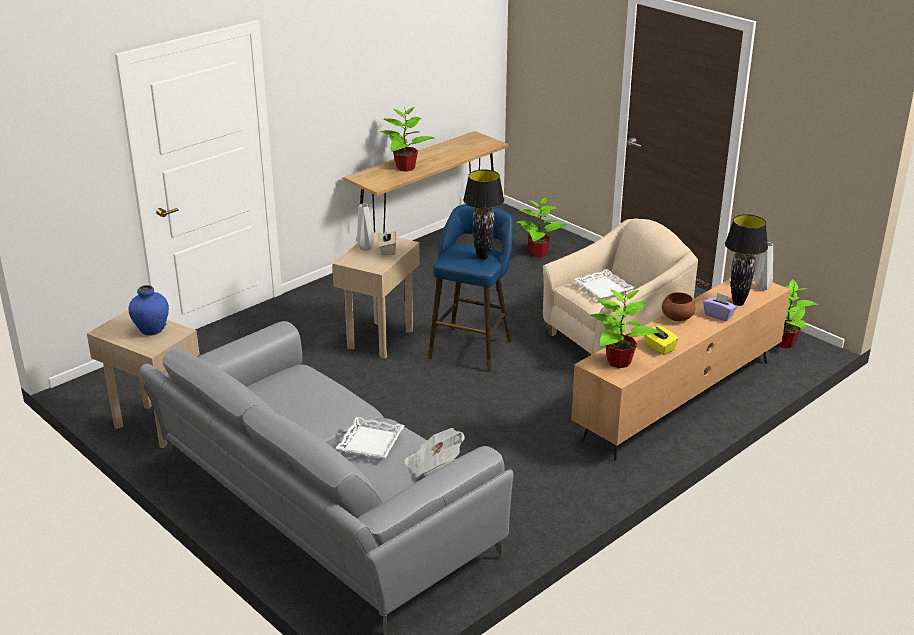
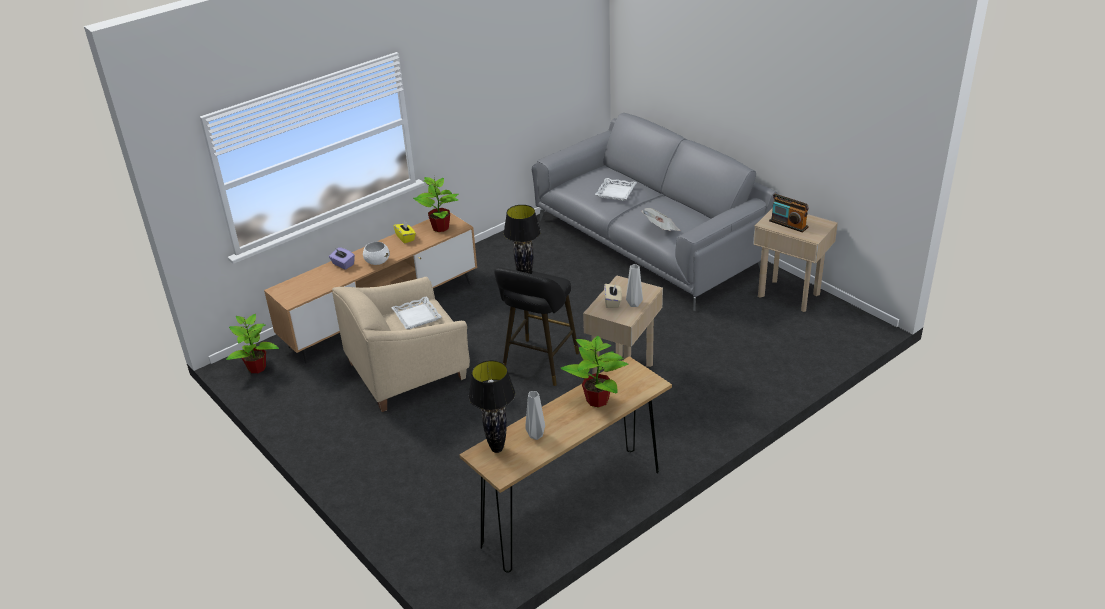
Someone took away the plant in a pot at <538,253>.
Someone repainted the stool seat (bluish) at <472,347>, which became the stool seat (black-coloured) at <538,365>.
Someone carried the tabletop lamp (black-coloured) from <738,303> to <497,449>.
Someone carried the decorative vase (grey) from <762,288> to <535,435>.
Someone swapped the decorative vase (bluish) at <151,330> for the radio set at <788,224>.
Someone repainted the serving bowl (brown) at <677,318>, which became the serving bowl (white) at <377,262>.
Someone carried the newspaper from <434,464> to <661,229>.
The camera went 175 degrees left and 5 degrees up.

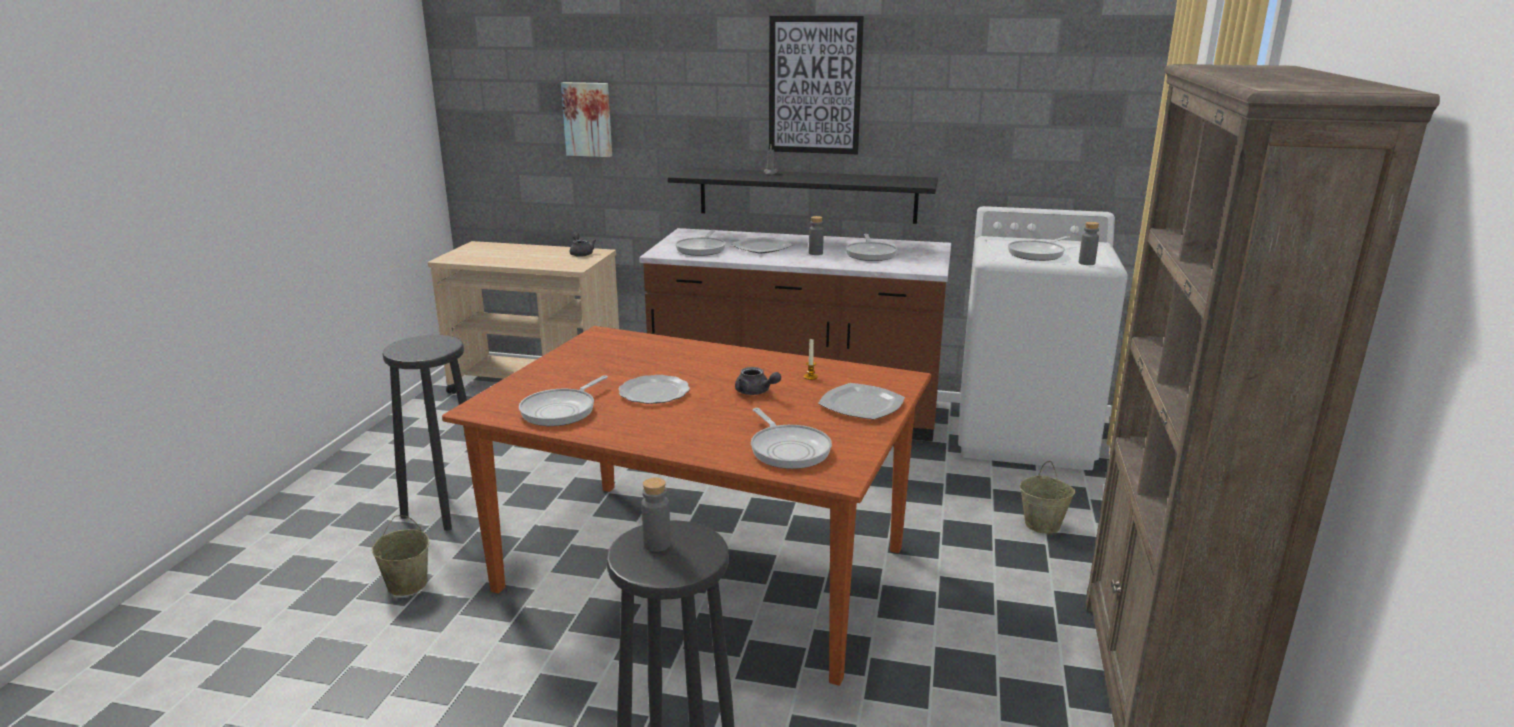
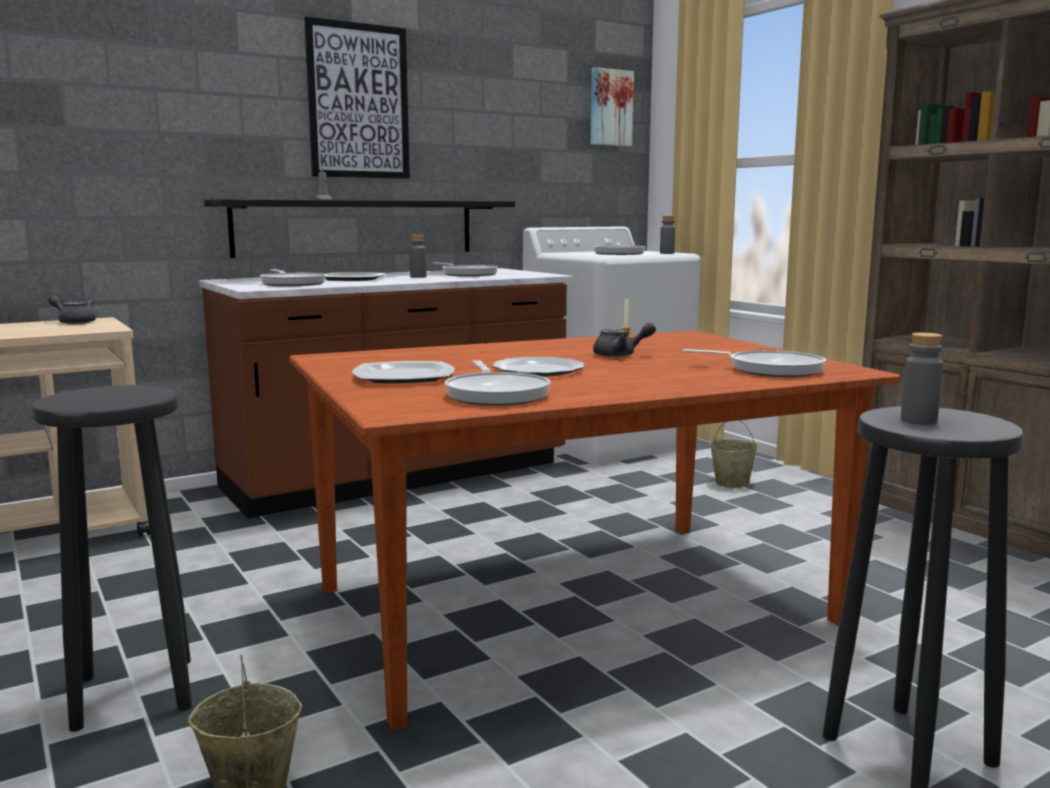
Someone carried the wall picture from <588,119> to <610,108>.
Someone carried the flat dish from <861,404> to <402,376>.
The camera went 45 degrees left and 10 degrees down.

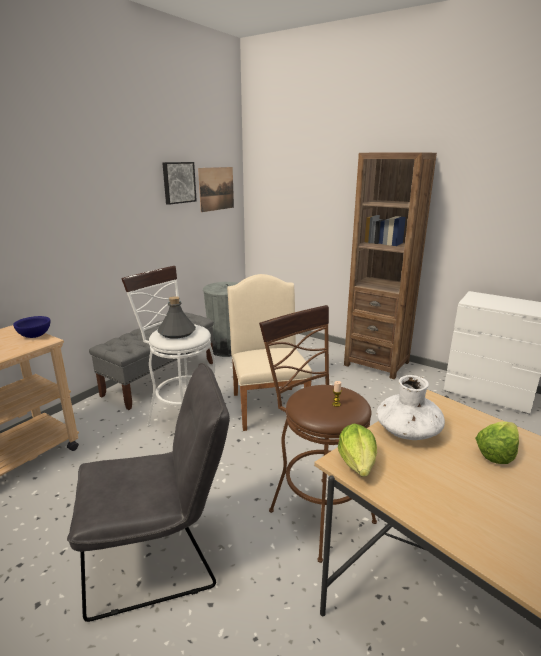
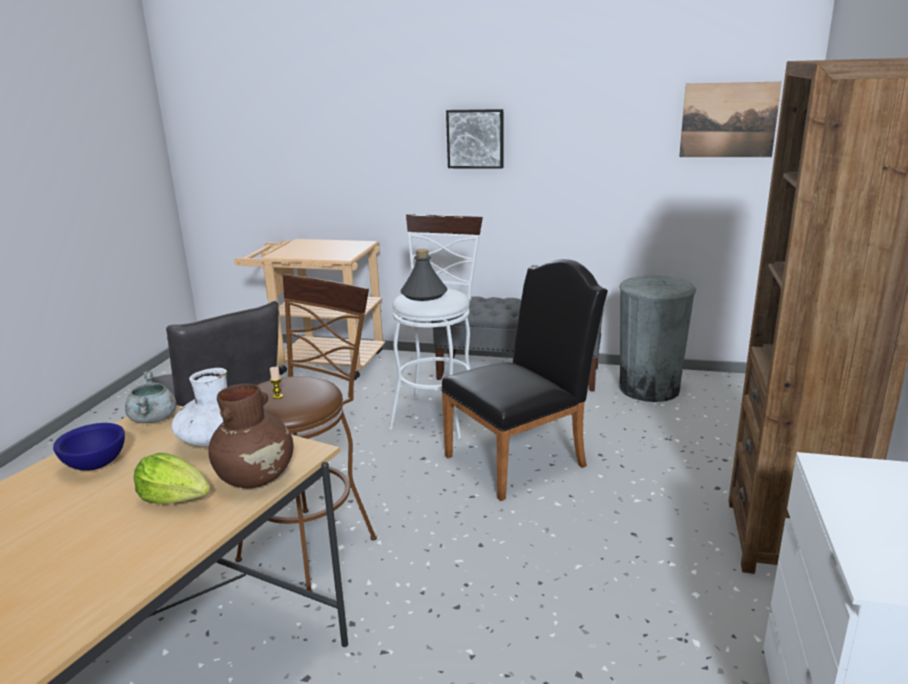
Someone carried the wall picture from <178,182> to <475,138>.
Someone repainted the upright chair (beige-coloured) at <268,404>, which became the upright chair (black-coloured) at <522,458>.
Someone carried the serving bowl (bluish) from <35,336> to <95,465>.
Someone swapped the head of lettuce at <358,463> for the saucepot (grey) at <154,419>.
Someone put down the decorative vase (brown) at <257,477>.
The camera went 70 degrees right and 0 degrees up.

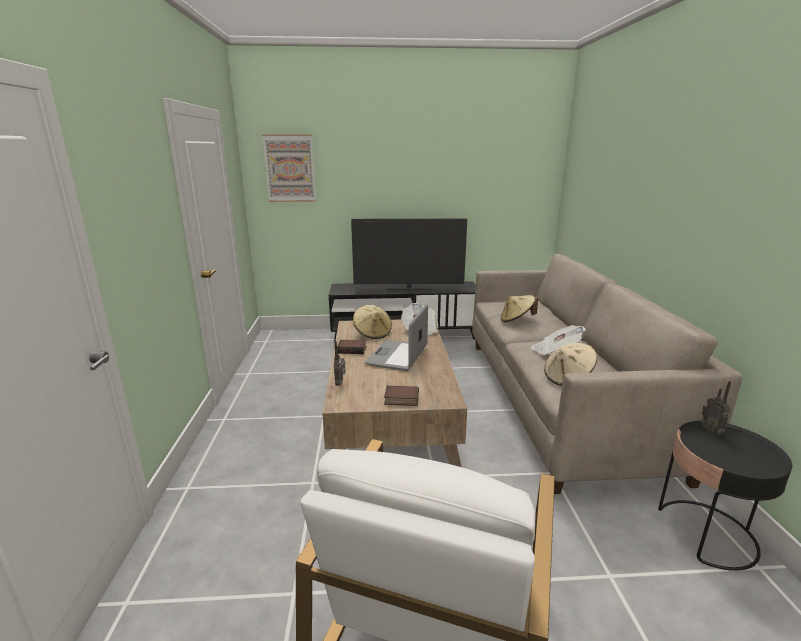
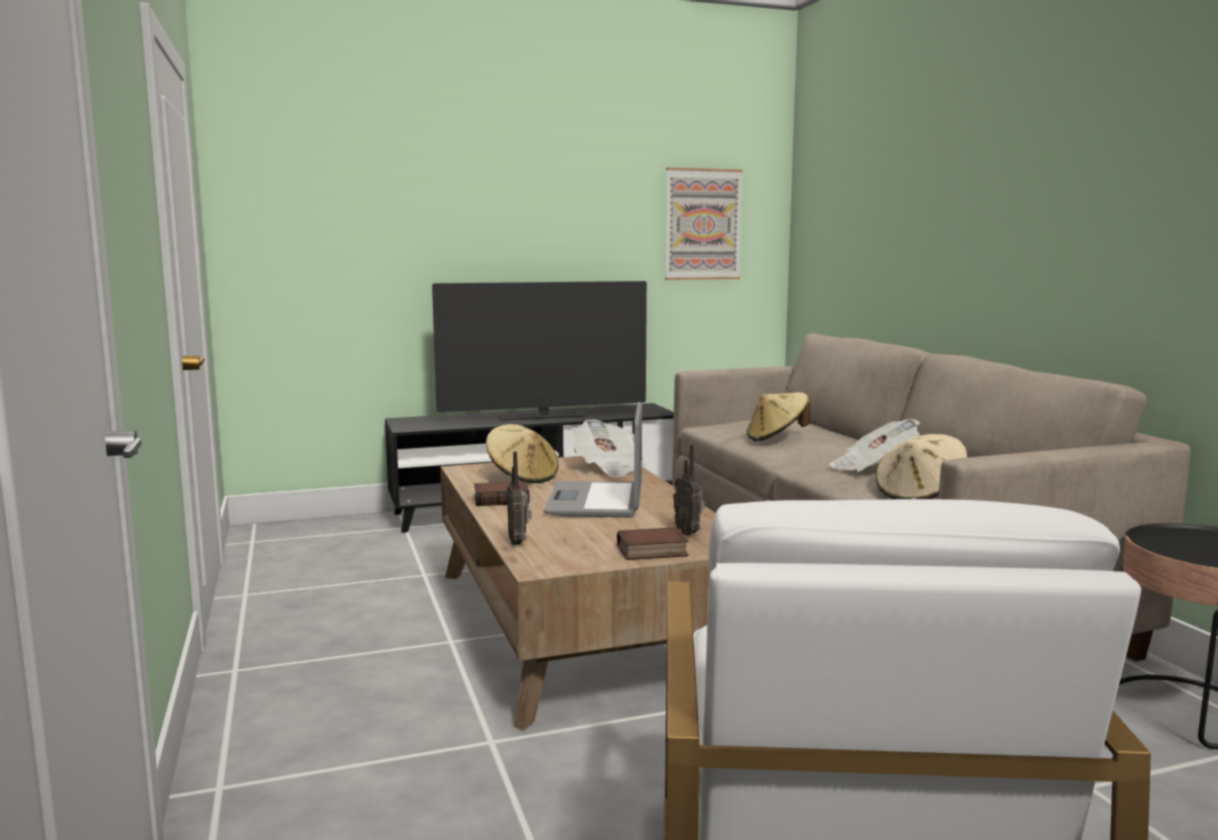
Someone carried the wall picture from <290,168> to <702,224>.
Someone carried the radio set from <711,431> to <689,532>.
The camera went 15 degrees left and 10 degrees down.

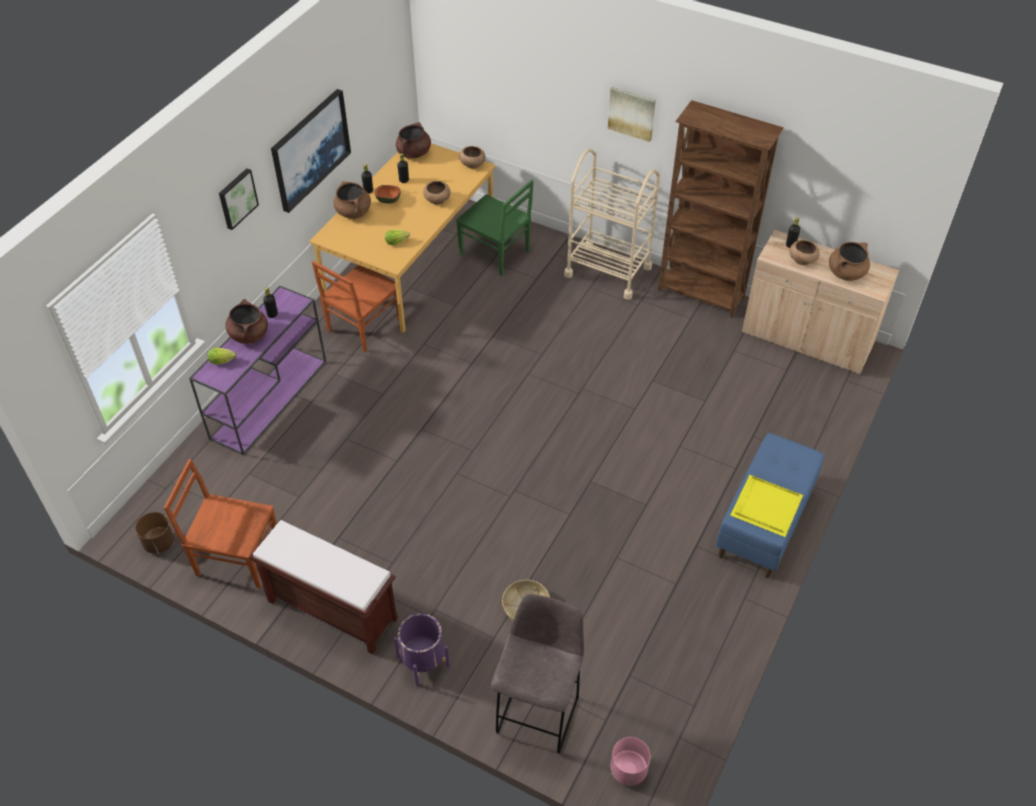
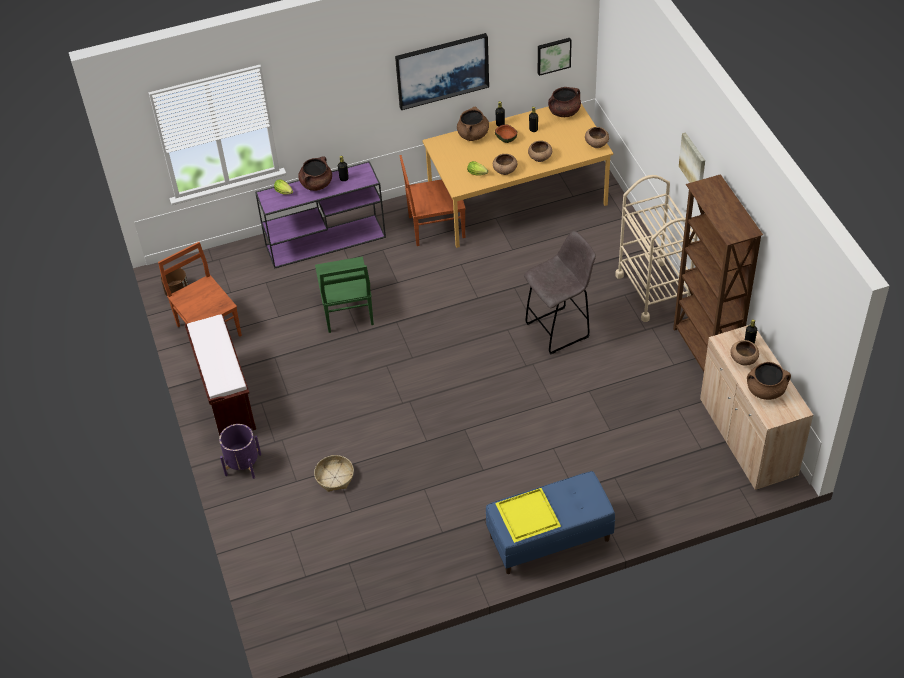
Someone carried the wall picture from <237,198> to <553,55>.
Someone carried the upright chair (greenish) from <495,253> to <347,311>.
Someone carried the stool seat (grey) from <538,713> to <559,329>.
Someone took away the planter (pink) at <628,770>.
Someone put down the serving bowl (brown) at <504,170>.
The camera went 45 degrees right and 0 degrees up.

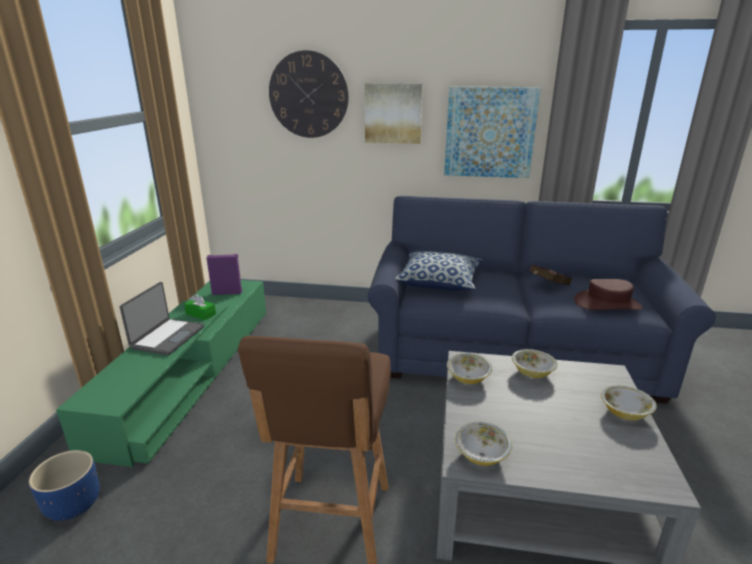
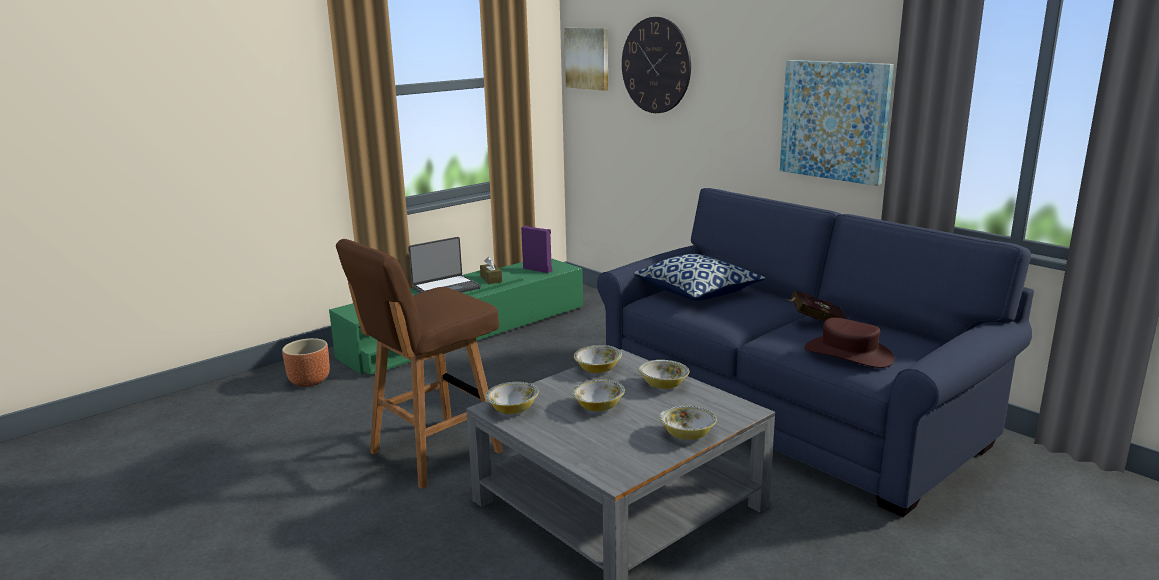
Someone carried the wall picture from <393,113> to <588,58>.
Someone repainted the box of tissues (greenish) at <201,314>, which became the box of tissues (brown) at <491,279>.
Someone repainted the planter (bluish) at <74,506>, which became the planter (brown) at <309,381>.
Someone put down the serving bowl at <598,407>.
The camera went 40 degrees right and 5 degrees down.

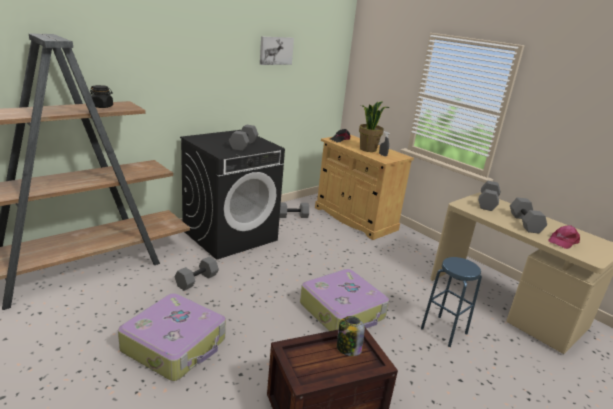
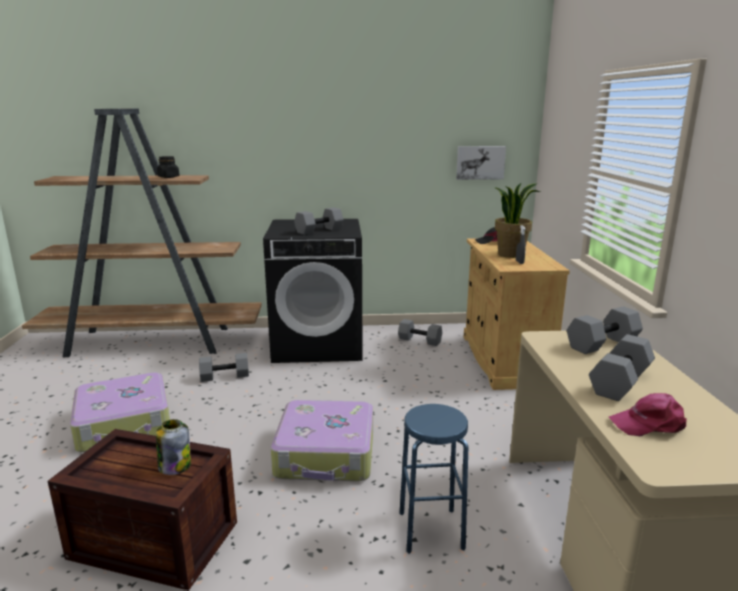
Someone carried the wall picture from <275,50> to <480,162>.
The camera went 40 degrees right and 5 degrees down.

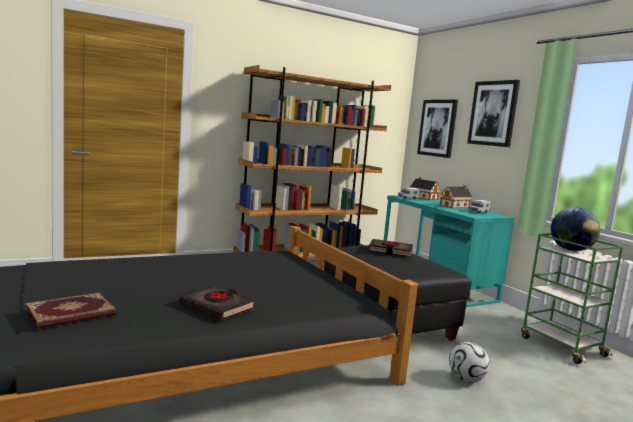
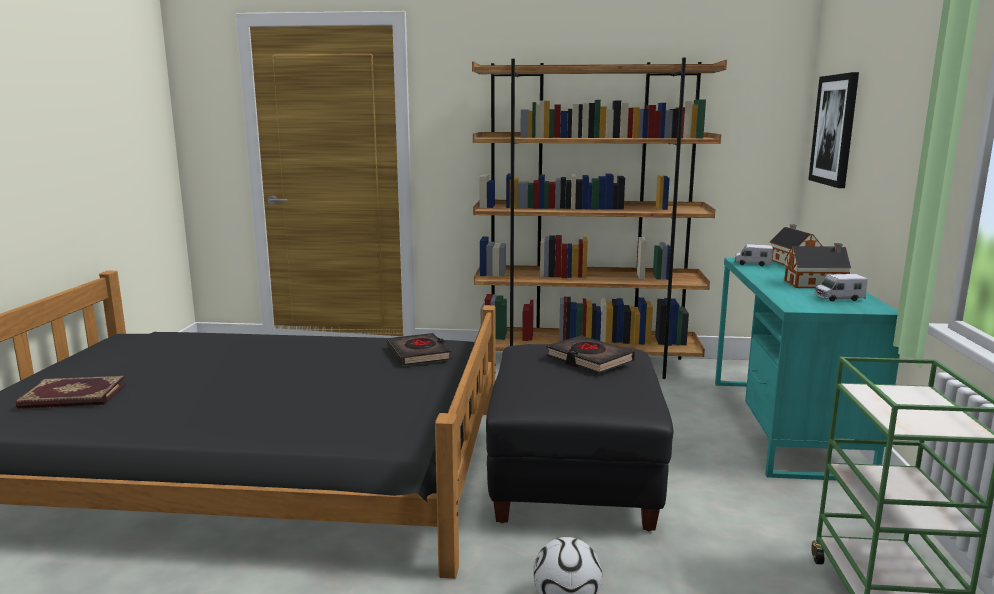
Someone took away the wall picture at <493,113>.
Someone took away the world globe at <571,250>.
Someone carried the book (black-coloured) from <217,307> to <419,354>.
The camera went 35 degrees right and 5 degrees up.

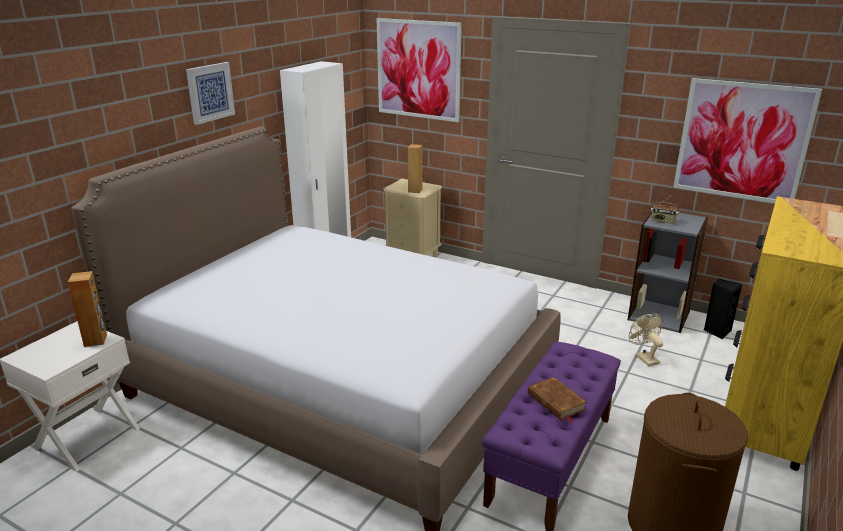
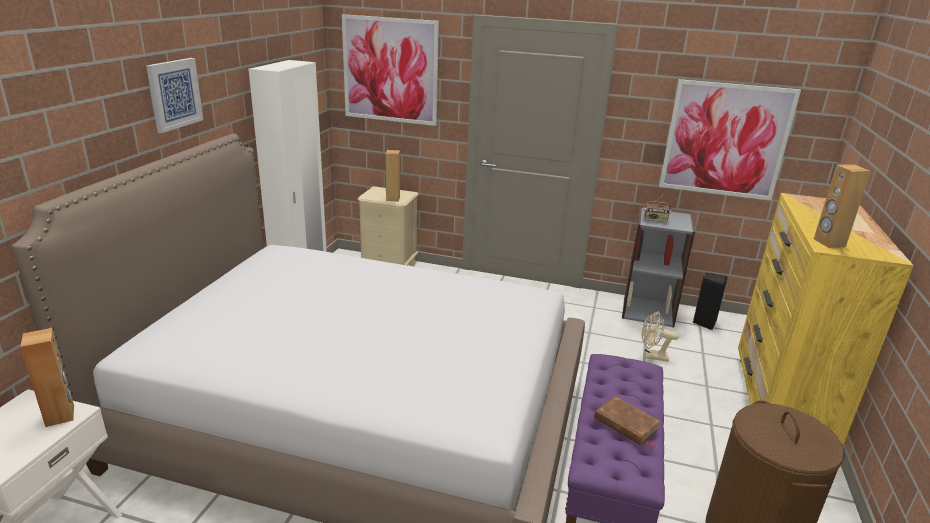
Someone rotated the cooling fan (beige-coloured) at <644,357> by 45 degrees counterclockwise.
Someone put down the loudspeaker (brown) at <829,243>.
The camera went 15 degrees left and 0 degrees up.

